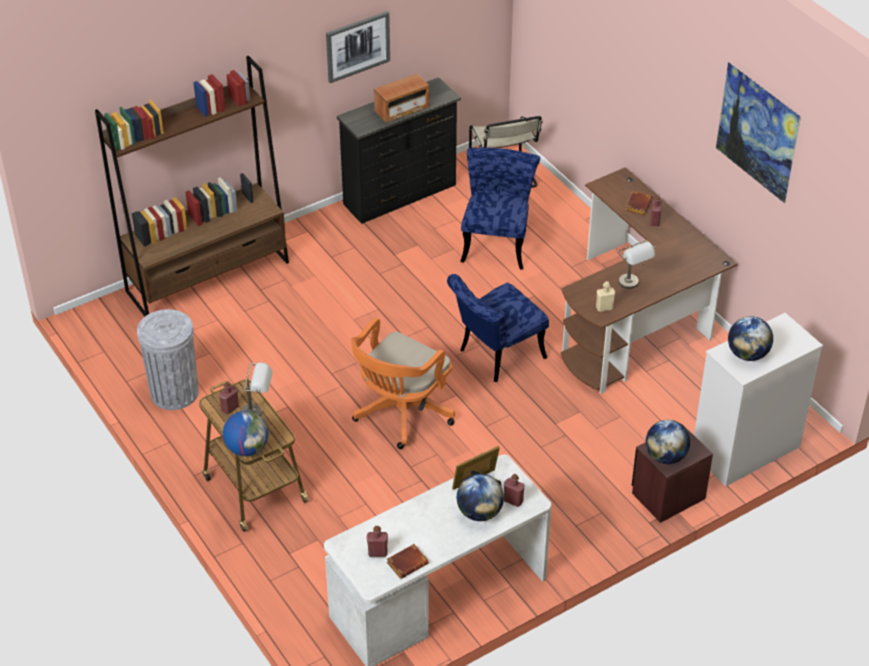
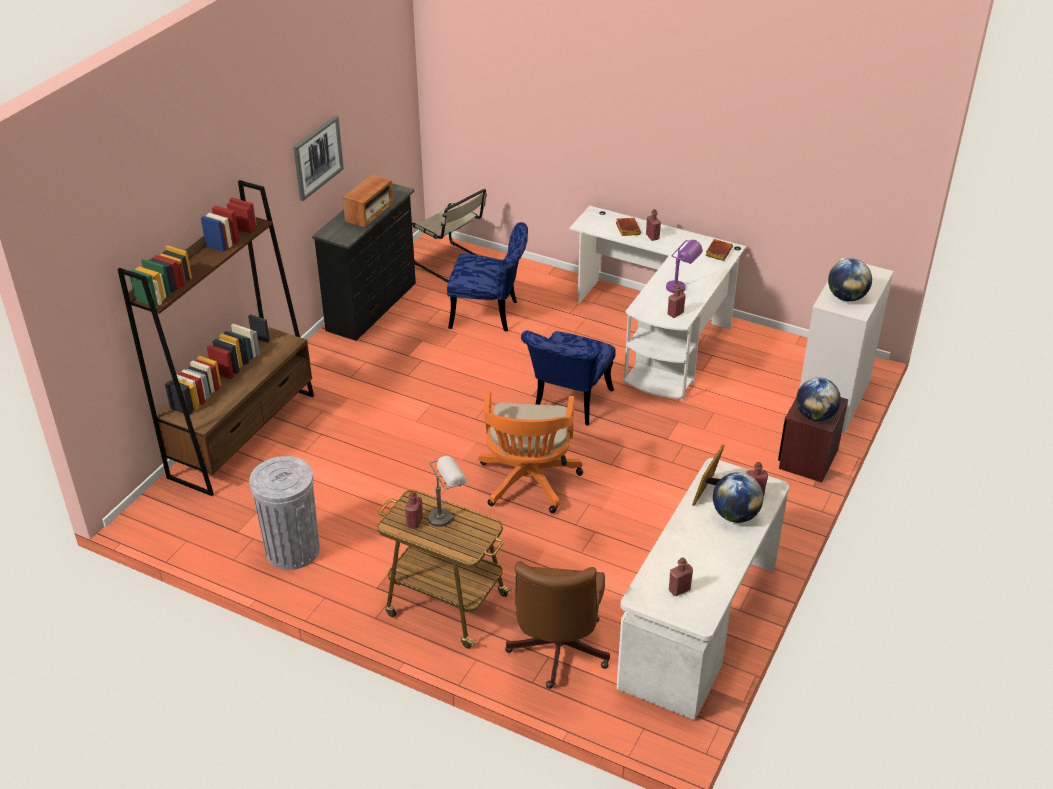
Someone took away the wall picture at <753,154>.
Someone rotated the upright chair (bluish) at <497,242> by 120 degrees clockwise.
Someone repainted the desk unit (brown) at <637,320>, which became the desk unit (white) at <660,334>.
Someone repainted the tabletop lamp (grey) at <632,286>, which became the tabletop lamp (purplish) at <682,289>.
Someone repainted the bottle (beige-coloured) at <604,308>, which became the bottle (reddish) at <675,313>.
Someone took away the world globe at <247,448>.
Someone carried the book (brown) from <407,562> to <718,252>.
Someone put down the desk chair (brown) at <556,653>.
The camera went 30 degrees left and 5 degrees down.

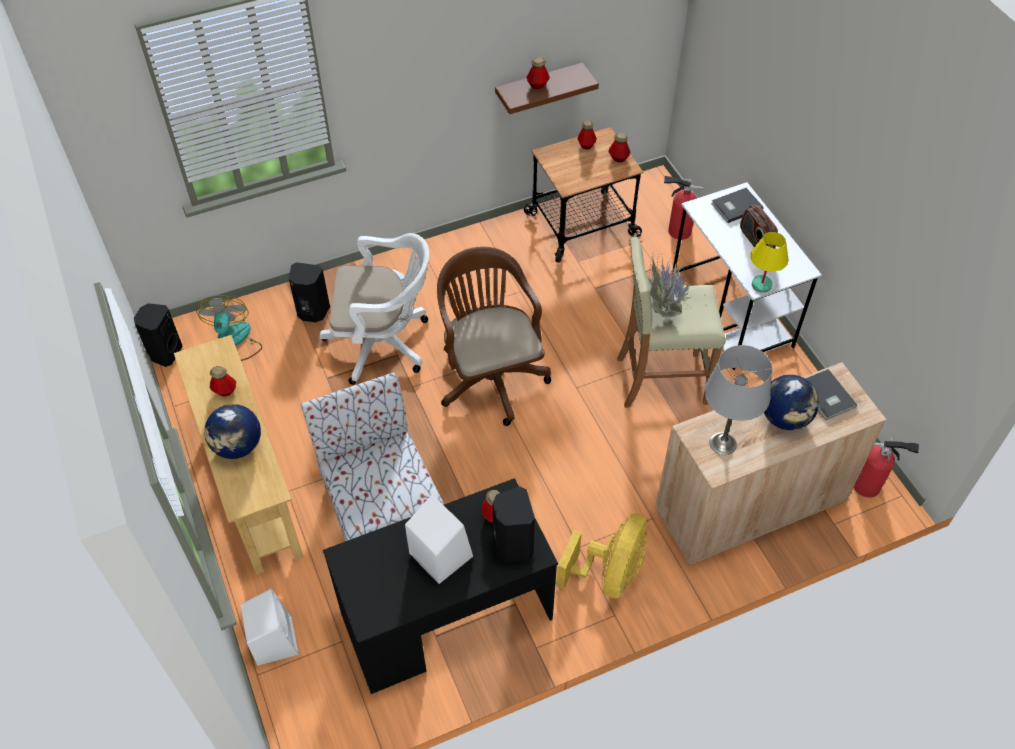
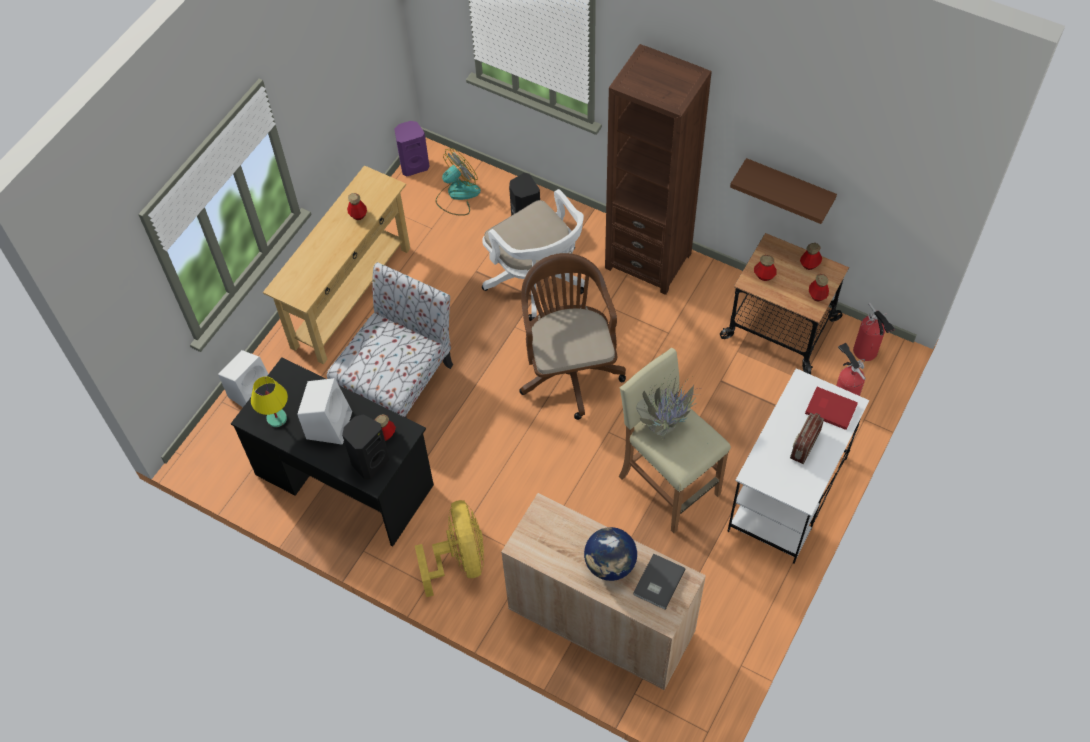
Someone carried the bottle from <537,84> to <764,275>.
Someone repainted the book (grey) at <735,206>, which became the book (reddish) at <830,408>.
Someone carried the tabletop lamp (yellow) from <761,285> to <276,418>.
Someone rotated the desk chair (brown) at <490,375> by 45 degrees counterclockwise.
Someone repainted the loudspeaker (black-coloured) at <165,353>, which became the loudspeaker (purplish) at <413,165>.
Someone took away the tabletop lamp (grey) at <723,444>.
Someone took away the world globe at <238,446>.
Someone carried the fire extinguisher from <870,486> to <866,353>.
Someone rotated the cooling fan (yellow) at <609,574> by 90 degrees counterclockwise.
Someone put down the bookcase (brown) at <648,260>.
The camera went 55 degrees right and 5 degrees up.

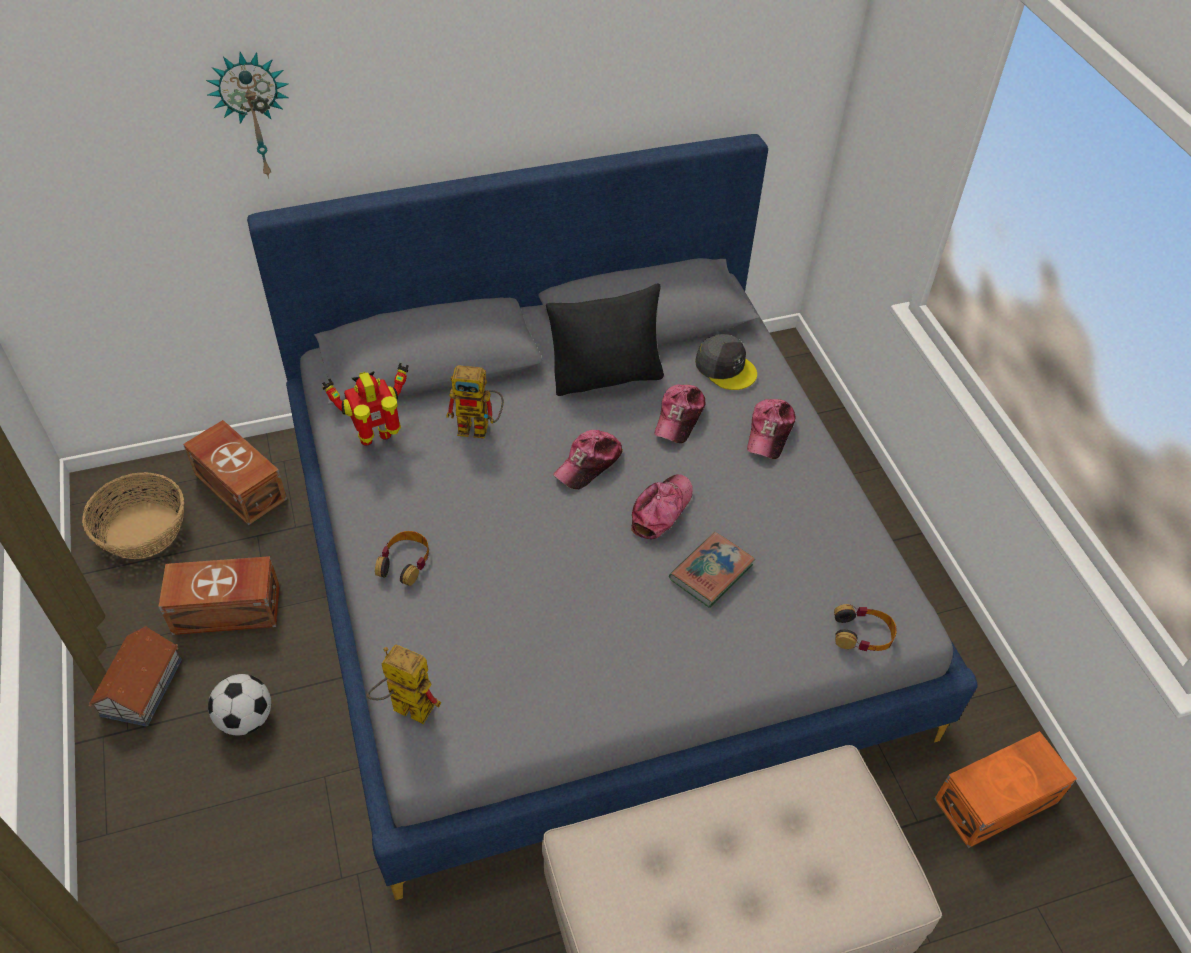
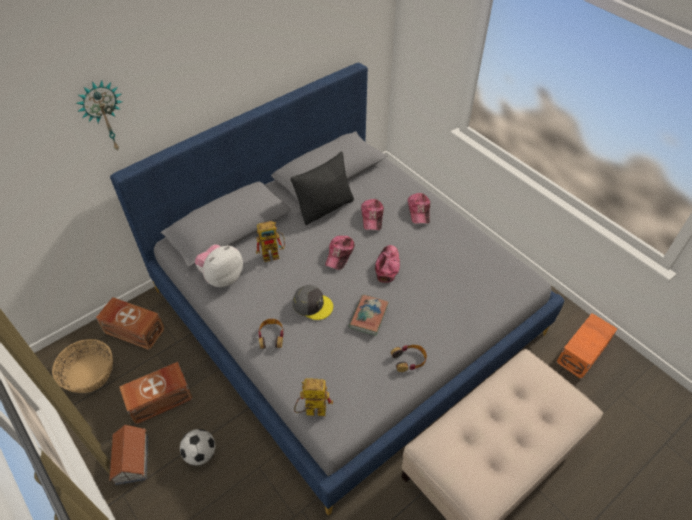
Someone carried the peaked cap (grey) from <725,367> to <312,305>.
Someone swapped the robot figure at <377,439> for the cuddly toy at <222,277>.
Someone carried the book from <711,572> to <368,316>.
Someone carried the headphones from <863,634> to <409,360>.
The camera went 20 degrees left and 0 degrees up.

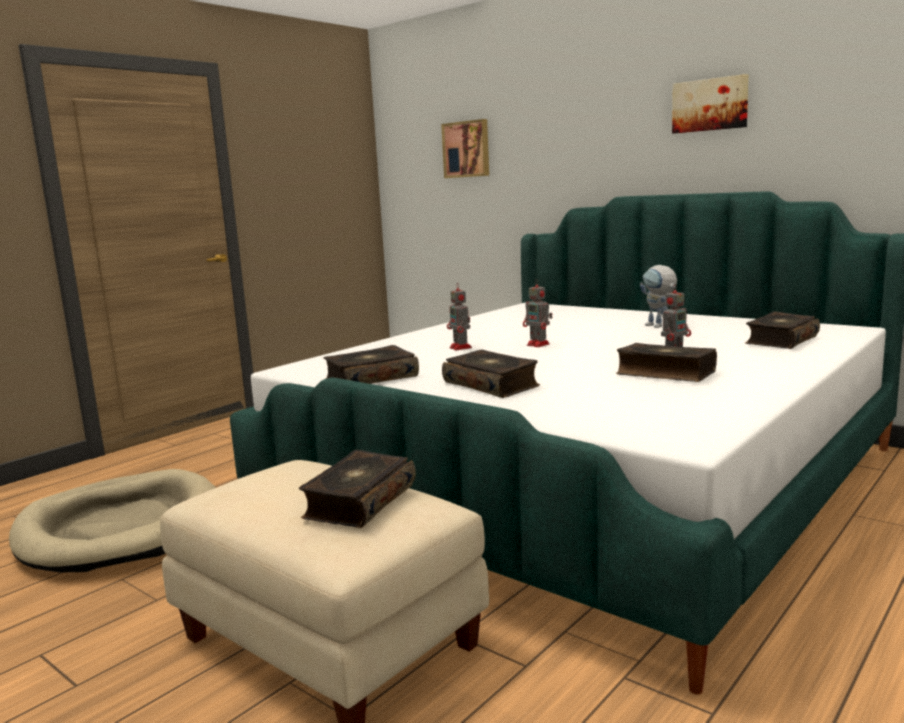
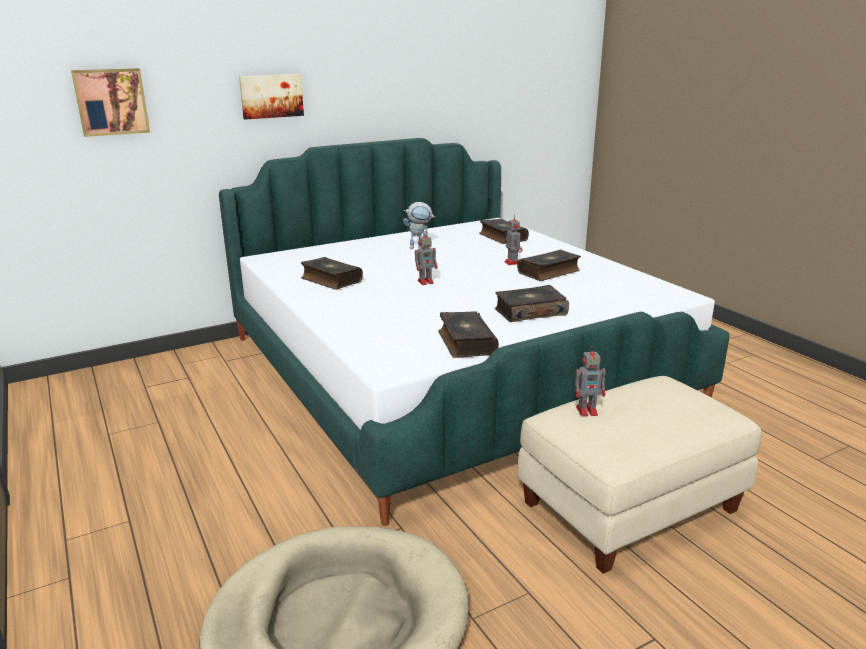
Someone carried the wall picture from <710,105> to <271,96>.
Someone carried the robot figure from <461,348> to <588,411>.
Someone carried the book from <358,502> to <330,280>.
The camera went 70 degrees left and 10 degrees up.

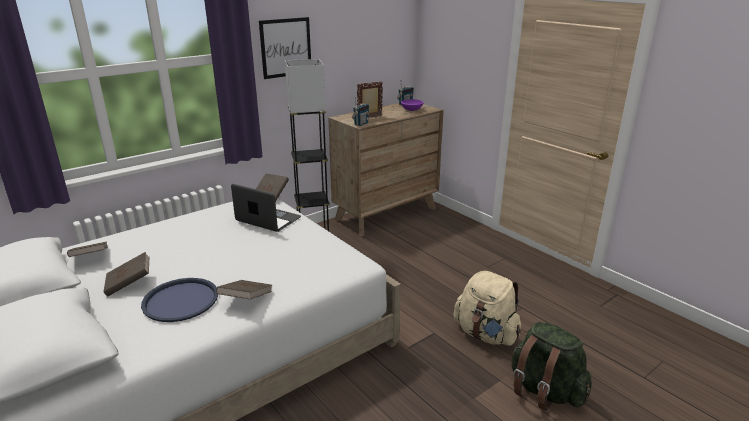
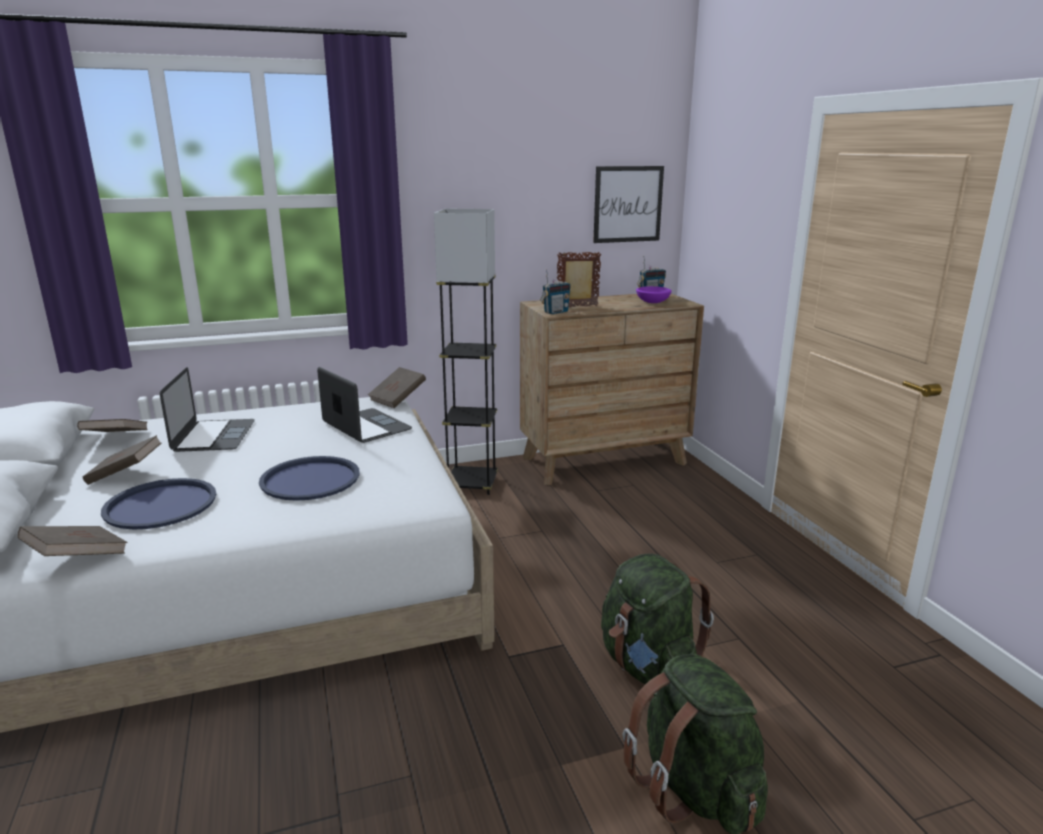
Someone carried the wall picture from <286,47> to <628,204>.
Someone repainted the rucksack (beige-coloured) at <486,334>, which became the rucksack (greenish) at <648,666>.
Someone carried the book (brown) from <246,299> to <77,558>.
Someone put down the laptop at <214,436>.
Someone put down the serving tray (bluish) at <310,479>.
The camera went 20 degrees right and 5 degrees down.

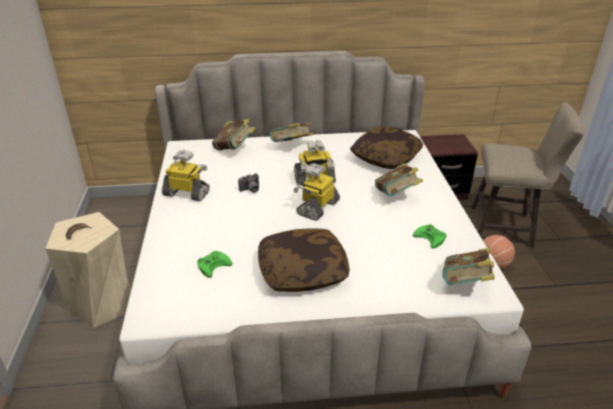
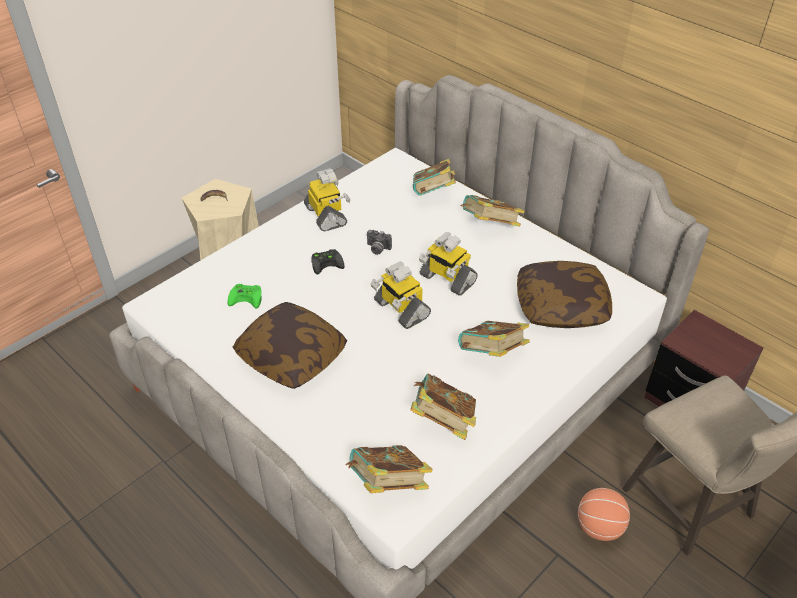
Someone rotated the robot figure at <317,207> by 120 degrees counterclockwise.
Someone swapped the game controller (greenish) at <431,238> for the book at <443,421>.
Someone put down the game controller (black-coloured) at <327,262>.
The camera went 50 degrees right and 10 degrees up.

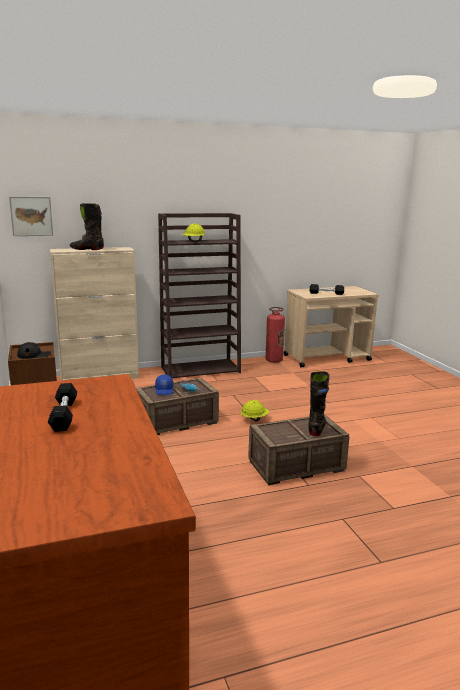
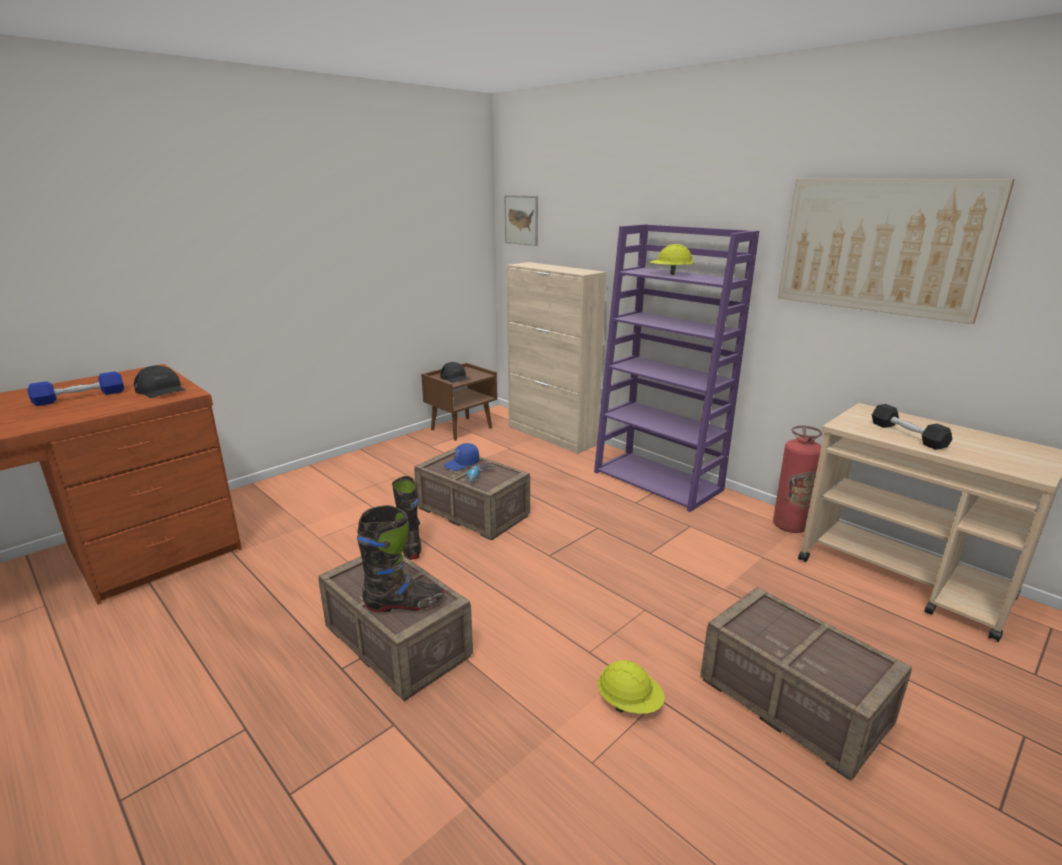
Someone carried the tall boot (black-coloured) from <87,249> to <408,547>.
Someone repainted the bookcase (brown) at <201,369>, which became the bookcase (purplish) at <658,481>.
Someone repainted the free weight (black-coloured) at <64,415>, which became the free weight (bluish) at <80,397>.
Someone carried the hard hat (yellow) from <254,419> to <629,703>.
Someone put up the wall picture at <881,246>.
Someone put down the peaked cap (black-coloured) at <161,390>.
Someone put down the packing crate at <794,702>.
The camera went 65 degrees right and 5 degrees up.

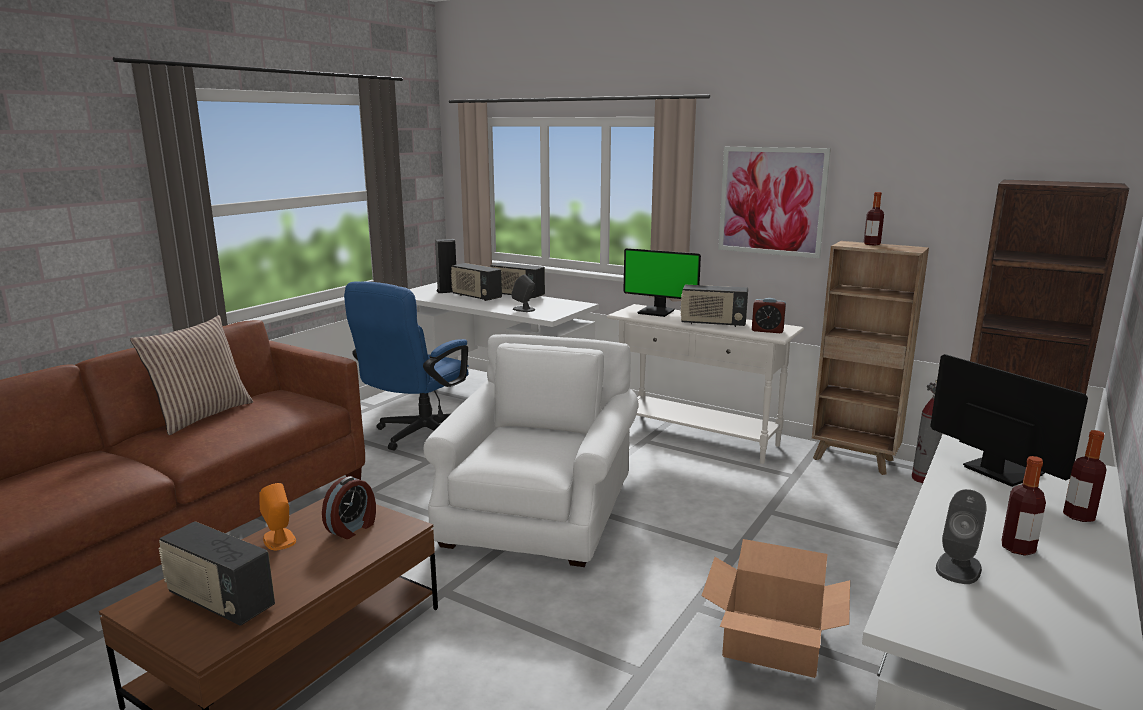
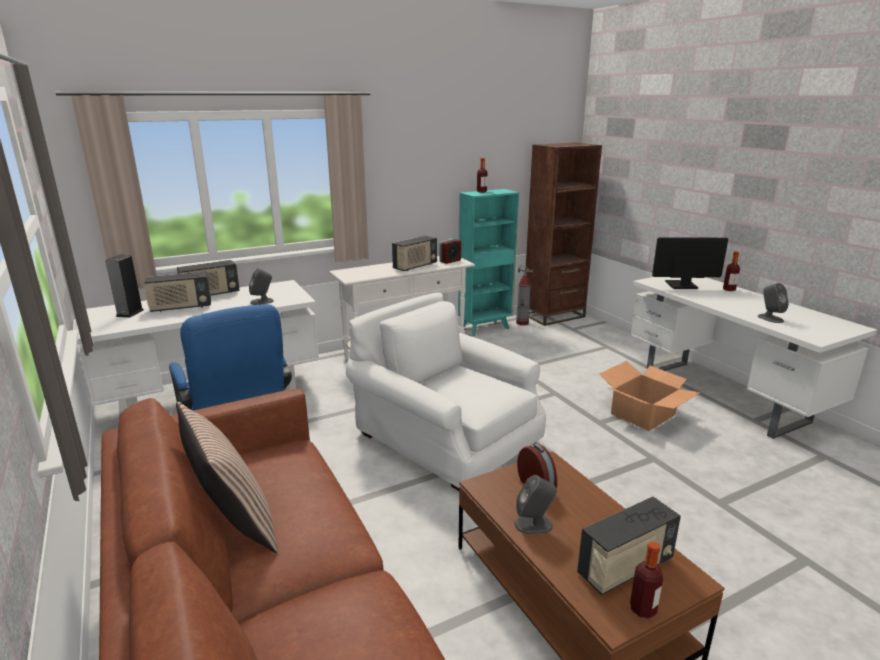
Someone took away the wall picture at <772,201>.
Someone repainted the bookcase (brown) at <854,460>, which became the bookcase (blue-green) at <485,328>.
Someone took away the monitor at <657,311>.
Someone carried the bottle from <1017,548> to <643,609>.
Someone repainted the loudspeaker (orange) at <279,540>, which became the loudspeaker (grey) at <534,524>.
The camera went 60 degrees left and 5 degrees up.

